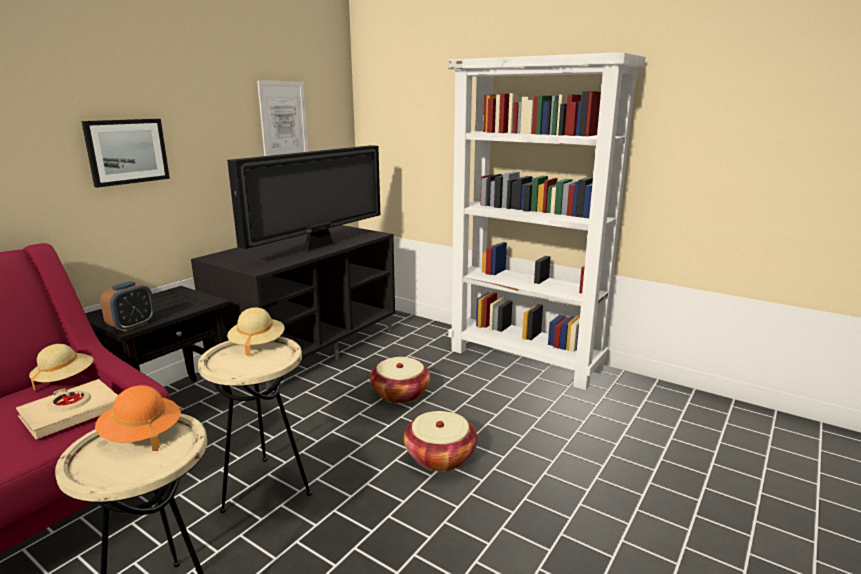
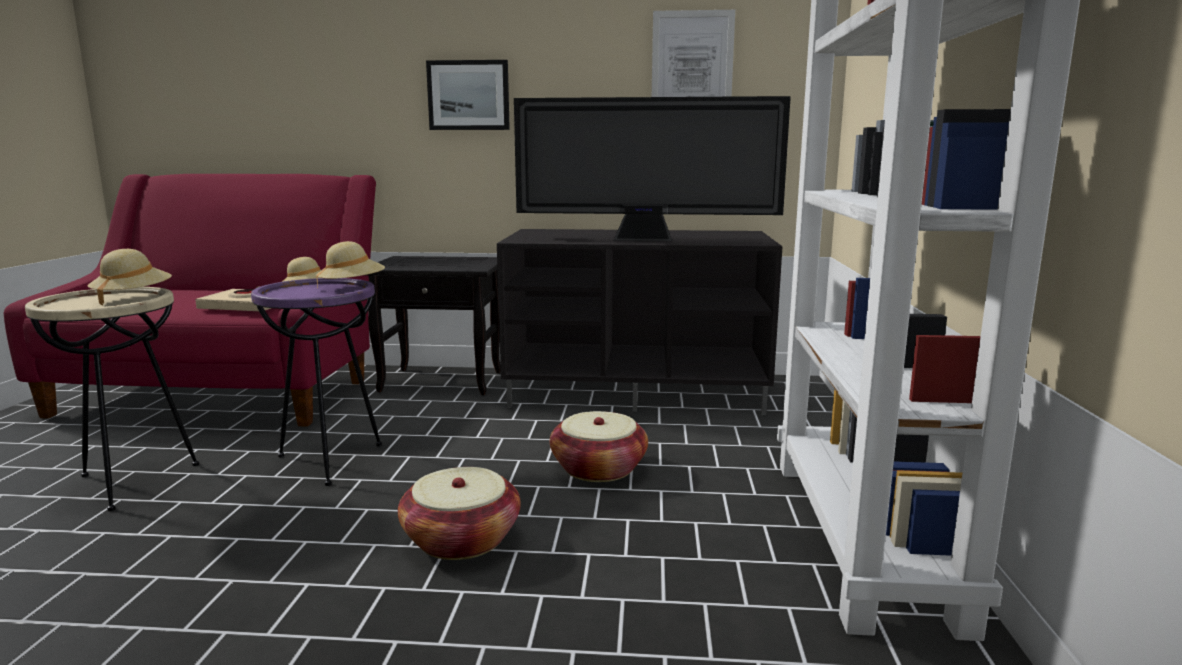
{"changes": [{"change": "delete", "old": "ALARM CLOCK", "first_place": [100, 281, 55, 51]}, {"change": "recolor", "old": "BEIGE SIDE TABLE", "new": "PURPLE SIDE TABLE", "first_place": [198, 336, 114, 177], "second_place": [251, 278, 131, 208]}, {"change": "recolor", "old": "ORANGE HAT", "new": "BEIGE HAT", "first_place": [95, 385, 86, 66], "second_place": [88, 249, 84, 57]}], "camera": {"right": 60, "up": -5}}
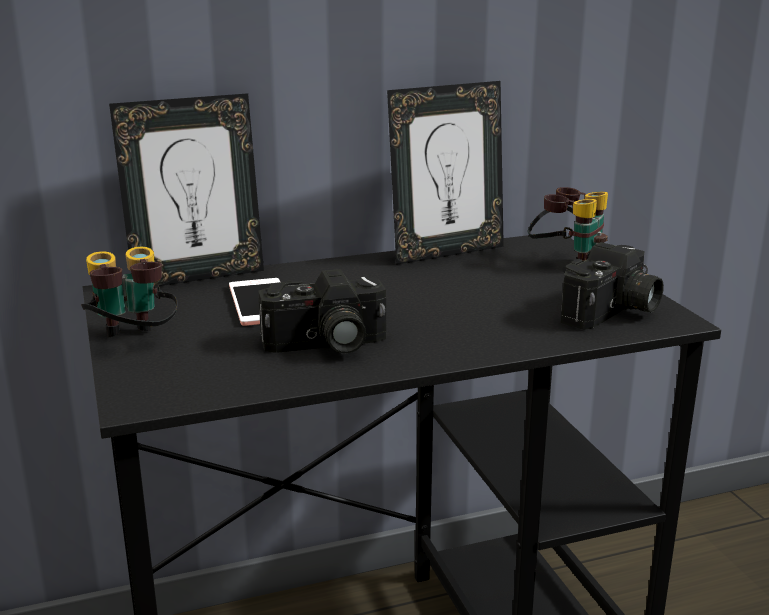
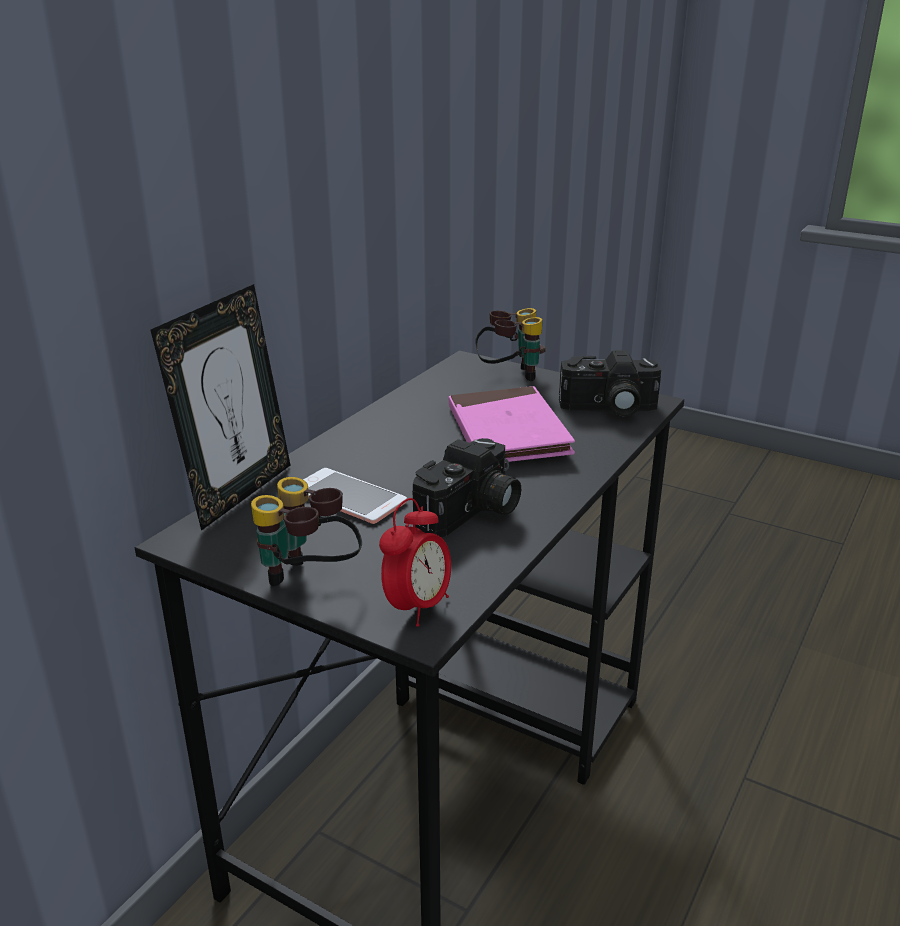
{"changes": [{"change": "delete", "old": "PICTURE FRAME", "first_place": [387, 81, 117, 184]}, {"change": "rotate", "old": "PHOTO CAMERA", "first_place": [561, 242, 103, 88], "second_place": [559, 350, 102, 66], "degrees": 90}, {"change": "insert", "new": "PINK BOOK", "second_place": [449, 386, 126, 76]}, {"change": "insert", "new": "ALARM CLOCK", "second_place": [379, 498, 72, 129]}], "camera": {"right": -40, "up": 5}}
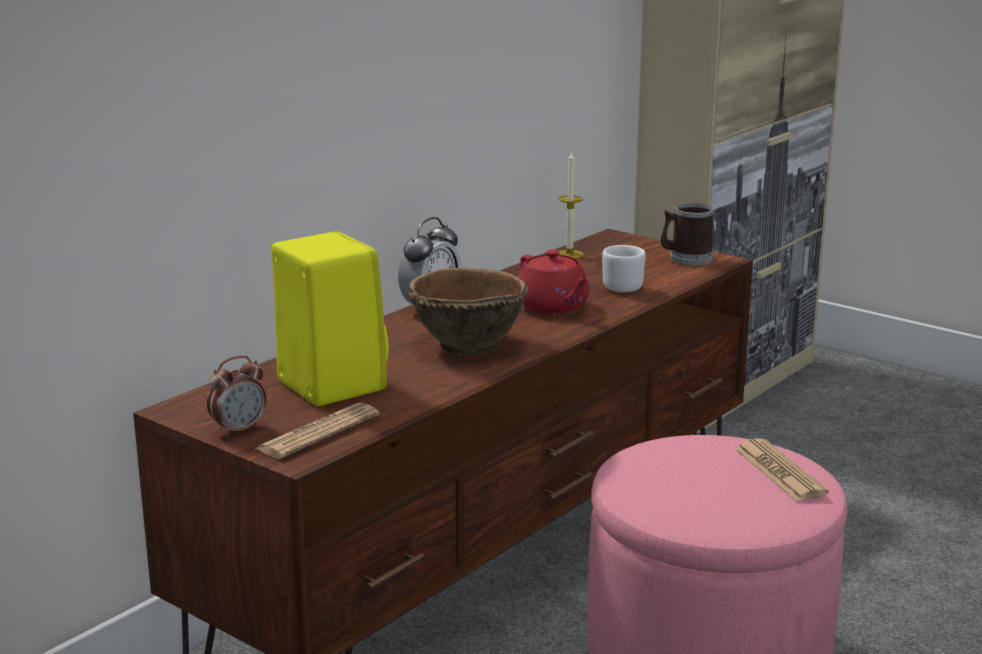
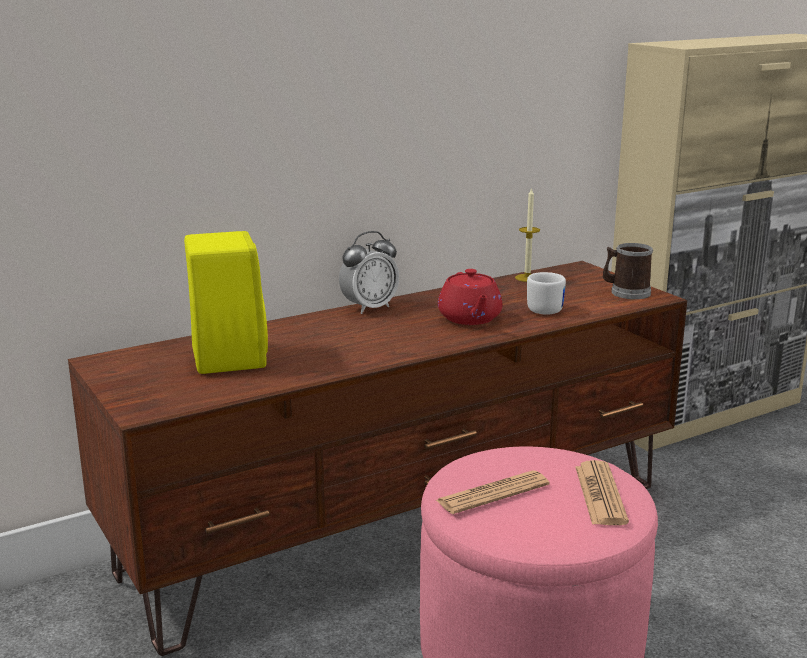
{"changes": [{"change": "delete", "old": "BROWN BOWL", "first_place": [408, 268, 121, 87]}, {"change": "delete", "old": "ALARM CLOCK", "first_place": [207, 356, 59, 81]}, {"change": "move", "old": "NEWSPAPER", "first_place": [255, 402, 124, 57], "second_place": [436, 470, 113, 44]}], "camera": {"right": 20, "up": 0}}
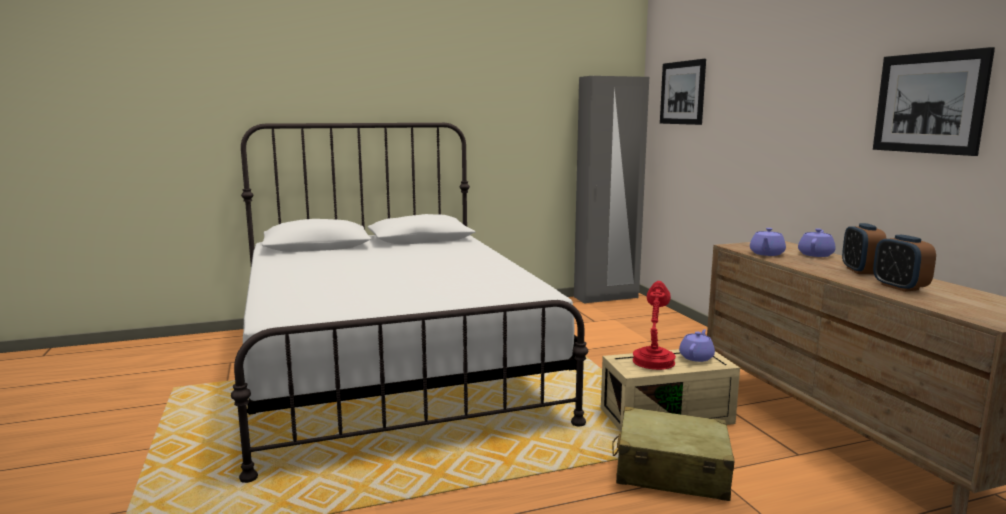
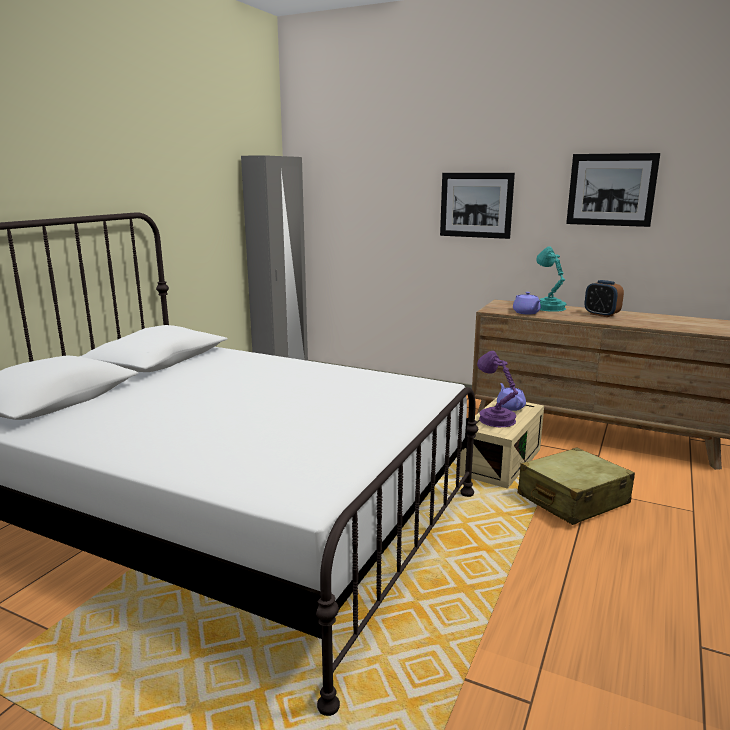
{"changes": [{"change": "move", "old": "PICTURE", "first_place": [660, 59, 46, 66], "second_place": [440, 173, 75, 66]}, {"change": "replace", "old": "PURPLE TEAPOT", "new": "TURQUOISE TABLE LAMP", "first_place": [798, 229, 38, 28], "second_place": [536, 246, 30, 66]}, {"change": "delete", "old": "ALARM CLOCK", "first_place": [873, 235, 63, 57]}, {"change": "recolor", "old": "RED TABLE LAMP", "new": "PURPLE TABLE LAMP", "first_place": [633, 281, 43, 89], "second_place": [477, 351, 41, 76]}], "camera": {"right": -45, "up": 5}}
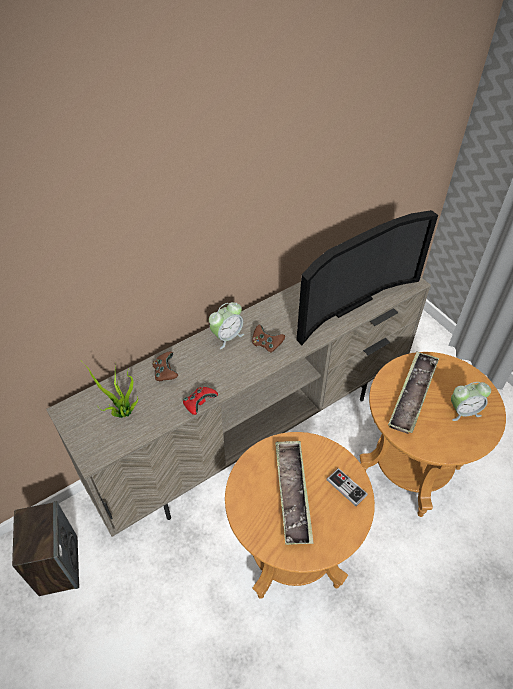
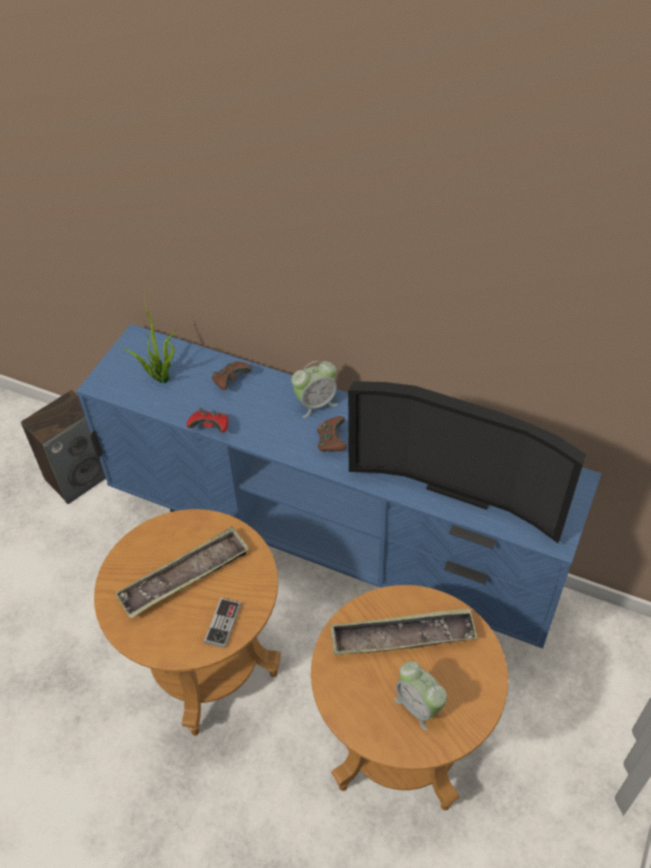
{"changes": [{"change": "recolor", "old": "BEIGE TV STAND", "new": "BLUE TV STAND", "first_place": [46, 277, 385, 260], "second_place": [76, 324, 525, 325]}, {"change": "rotate", "old": "ALARM CLOCK", "first_place": [209, 302, 35, 47], "second_place": [291, 361, 47, 57], "degrees": -45}], "camera": {"right": 60, "up": 0}}
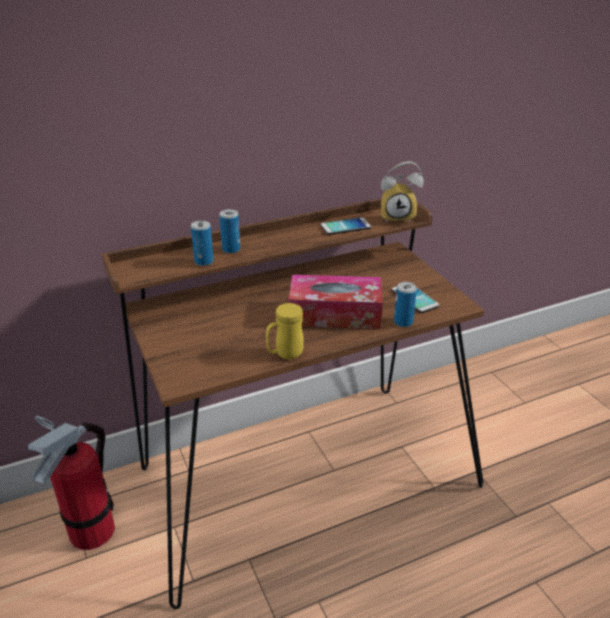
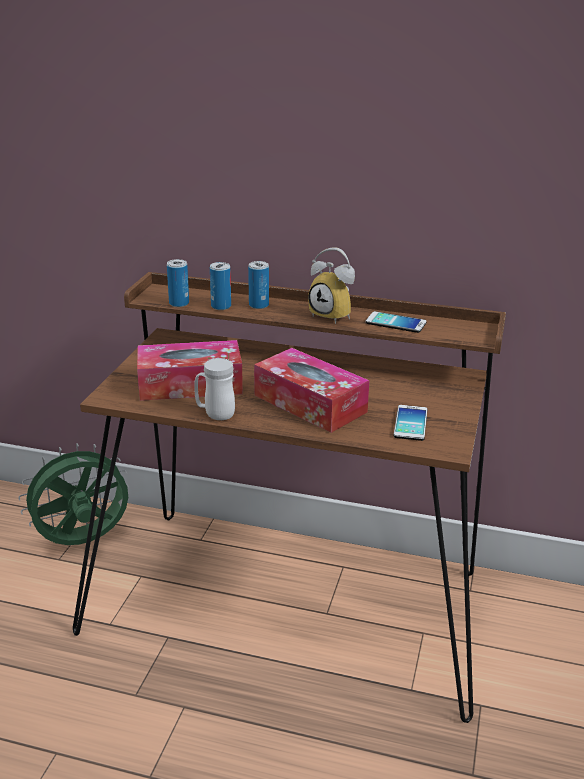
{"changes": [{"change": "move", "old": "ALARM CLOCK", "first_place": [381, 161, 43, 62], "second_place": [308, 247, 47, 77]}, {"change": "move", "old": "CAN", "first_place": [394, 282, 23, 45], "second_place": [167, 259, 22, 48]}, {"change": "recolor", "old": "YELLOW MUG", "new": "WHITE MUG", "first_place": [266, 303, 38, 56], "second_place": [194, 358, 41, 62]}, {"change": "replace", "old": "FIRE EXTINGUISHER", "new": "GREEN FAN", "first_place": [28, 415, 87, 135], "second_place": [18, 443, 111, 102]}, {"change": "insert", "new": "TISSUE BOX", "second_place": [137, 340, 106, 61]}], "camera": {"right": 40, "up": -5}}
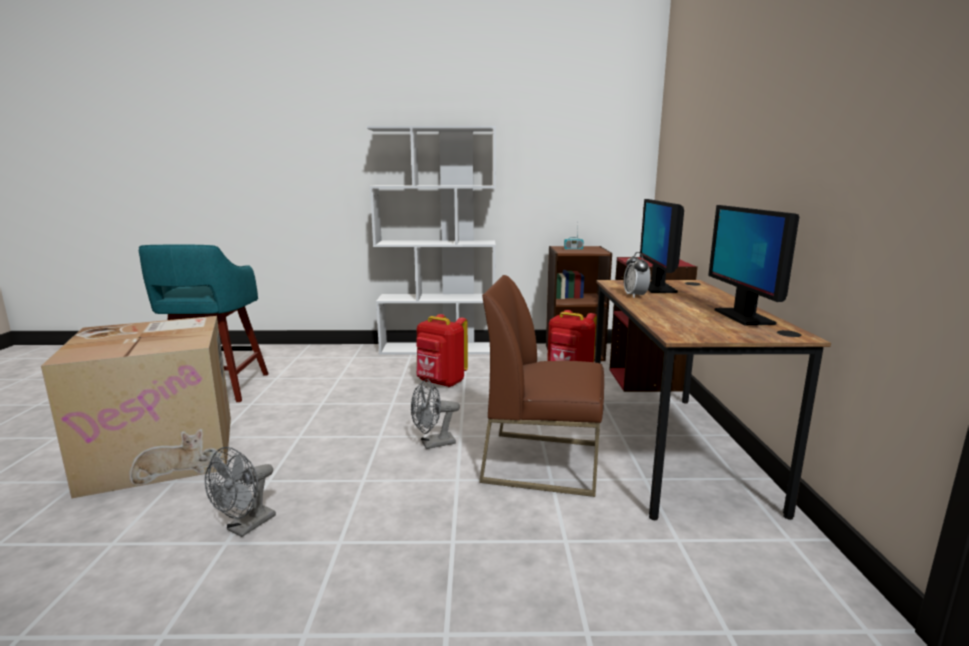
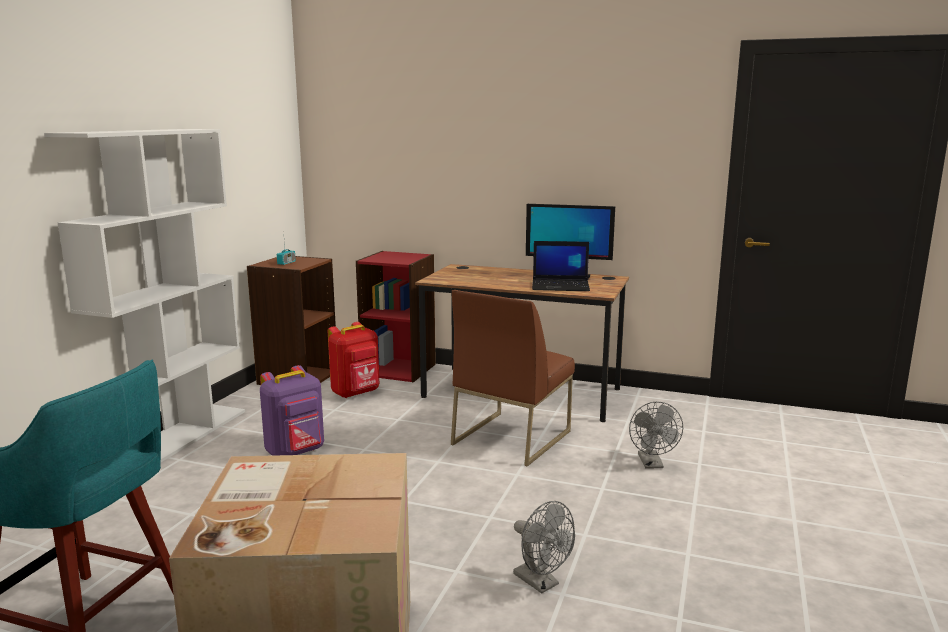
{"changes": [{"change": "delete", "old": "MONITOR", "first_place": [640, 199, 44, 94]}, {"change": "delete", "old": "ALARM CLOCK", "first_place": [624, 252, 26, 46]}, {"change": "recolor", "old": "RED BACKPACK", "new": "PURPLE BACKPACK", "first_place": [416, 314, 52, 73], "second_place": [260, 365, 64, 91]}, {"change": "move", "old": "GREY FAN", "first_place": [411, 379, 49, 70], "second_place": [629, 401, 54, 67]}, {"change": "insert", "new": "LAPTOP", "second_place": [532, 241, 58, 50]}], "camera": {"right": -70, "up": 0}}
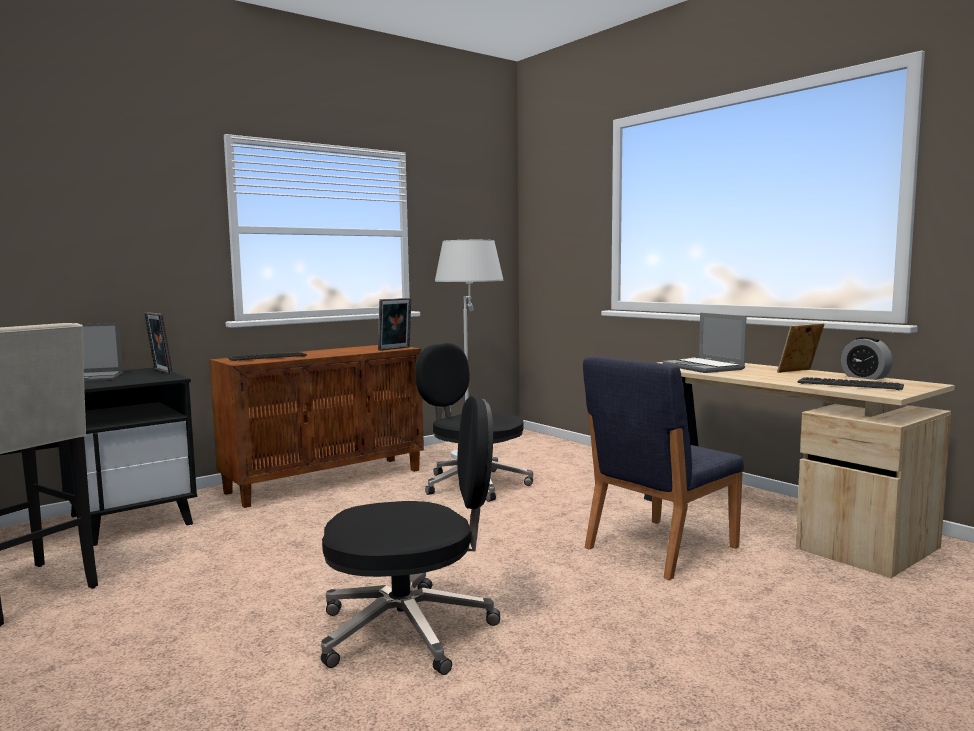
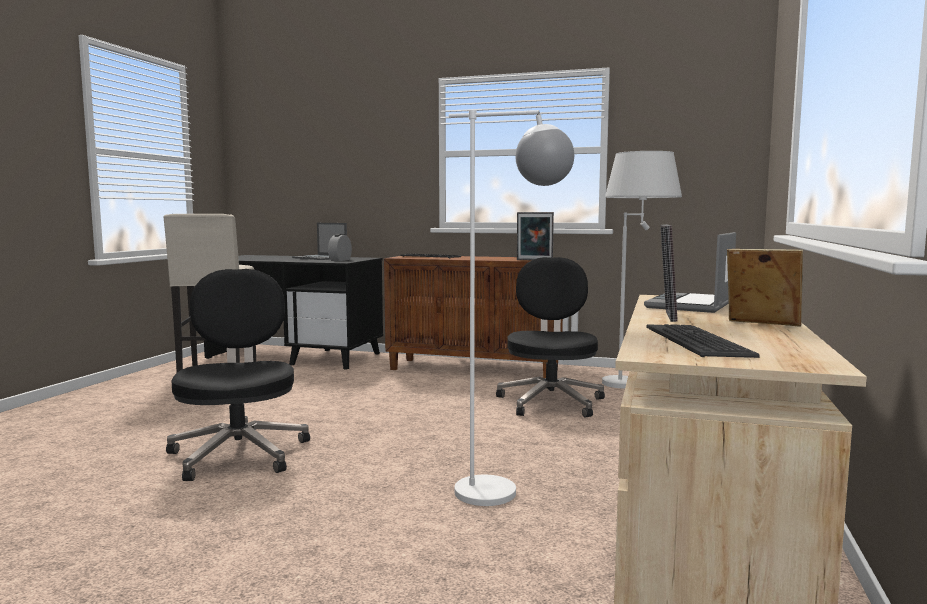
{"changes": [{"change": "move", "old": "PICTURE FRAME", "first_place": [144, 312, 29, 62], "second_place": [660, 224, 18, 98]}, {"change": "move", "old": "ALARM CLOCK", "first_place": [841, 336, 52, 44], "second_place": [328, 234, 24, 27]}, {"change": "replace", "old": "BLUE CHAIR", "new": "WHITE FLOOR LAMP", "first_place": [583, 357, 161, 223], "second_place": [449, 110, 125, 396]}, {"change": "rotate", "old": "BLACK OFFICE CHAIR", "first_place": [321, 396, 179, 279], "second_place": [166, 269, 144, 212], "degrees": -150}], "camera": {"right": 55, "up": 0}}
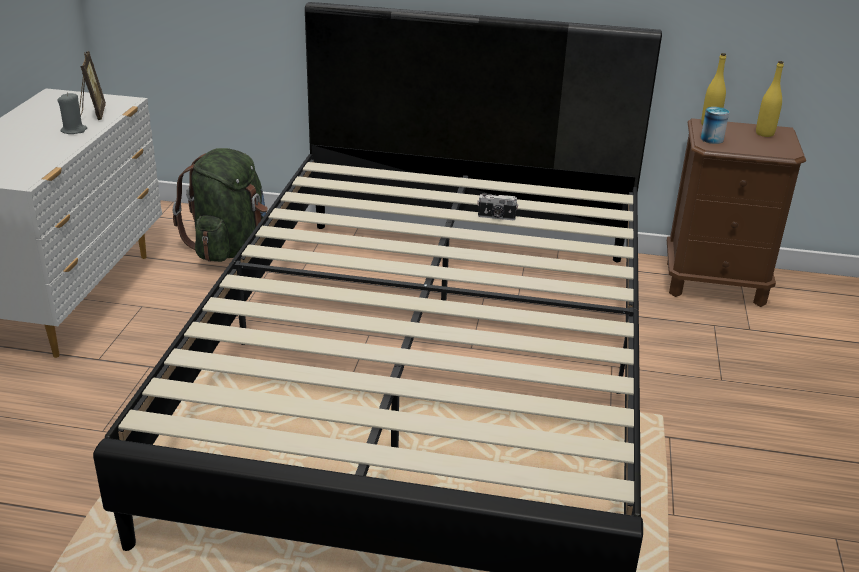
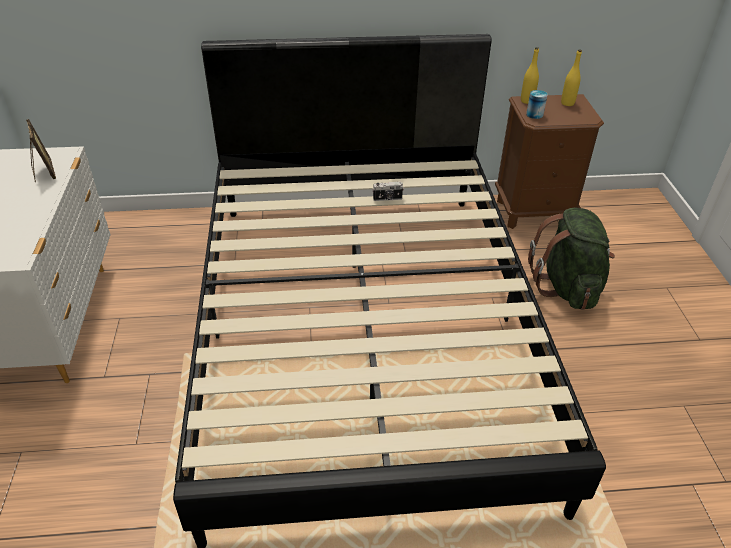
{"changes": [{"change": "delete", "old": "GREY CANDLE", "first_place": [57, 92, 30, 42]}, {"change": "move", "old": "GREEN BACKPACK", "first_place": [173, 148, 95, 114], "second_place": [528, 208, 87, 102]}], "camera": {"right": -15, "up": 10}}
